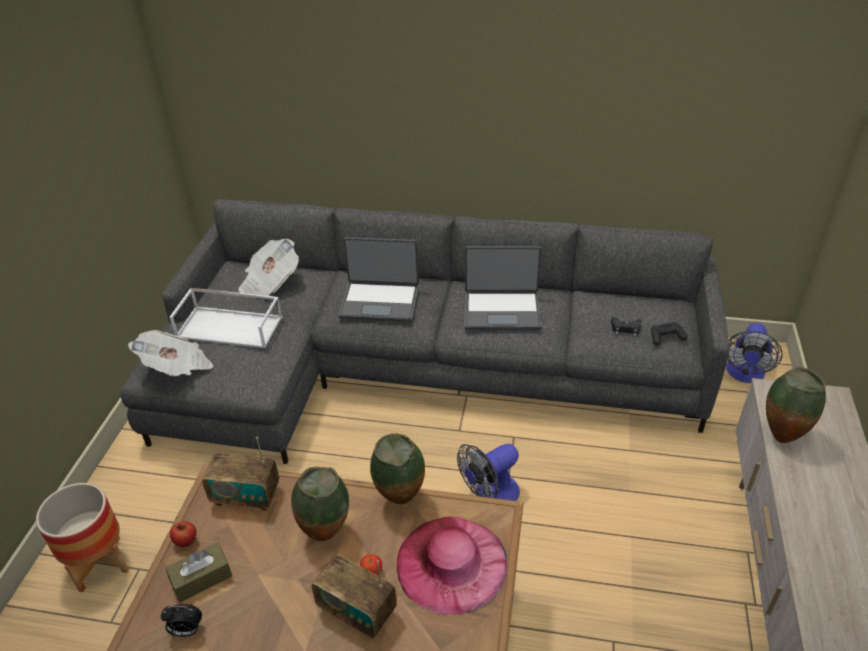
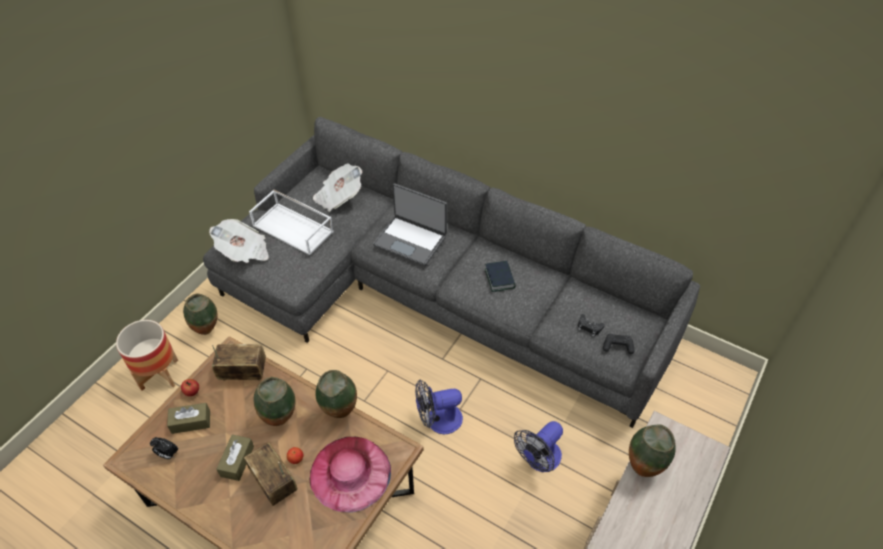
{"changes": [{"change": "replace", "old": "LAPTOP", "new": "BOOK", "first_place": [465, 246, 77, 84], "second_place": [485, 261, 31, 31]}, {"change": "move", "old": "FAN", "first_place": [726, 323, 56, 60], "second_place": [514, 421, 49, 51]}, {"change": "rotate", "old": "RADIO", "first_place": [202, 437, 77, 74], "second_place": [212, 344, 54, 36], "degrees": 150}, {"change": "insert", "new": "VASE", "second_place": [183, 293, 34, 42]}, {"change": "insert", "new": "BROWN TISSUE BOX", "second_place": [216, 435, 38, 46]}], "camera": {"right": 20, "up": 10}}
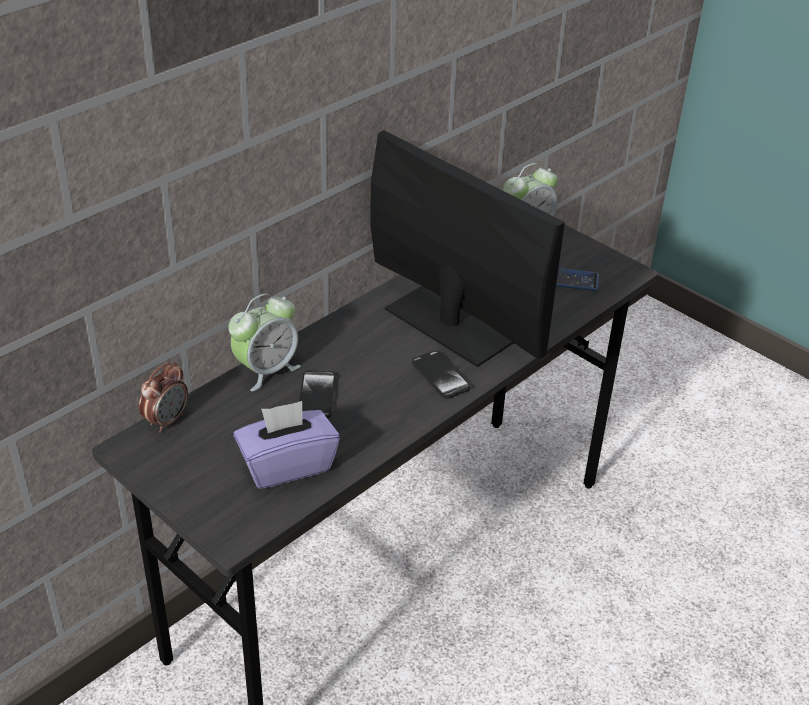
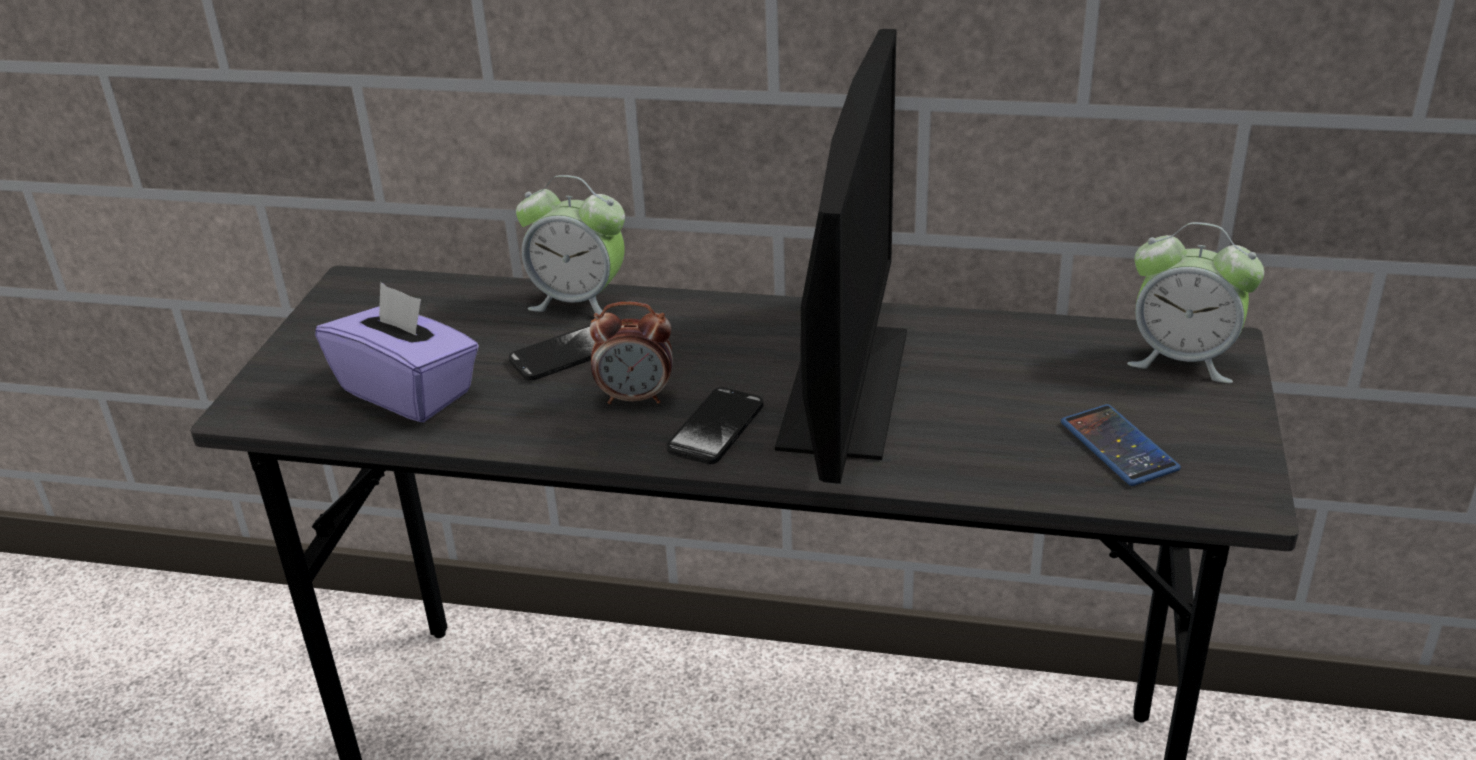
{"changes": [{"change": "move", "old": "ALARM CLOCK", "first_place": [139, 362, 49, 71], "second_place": [589, 302, 84, 102]}], "camera": {"right": 60, "up": -5}}
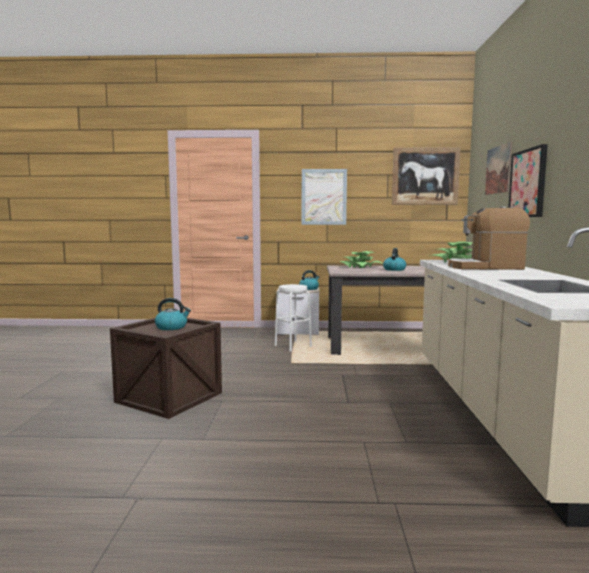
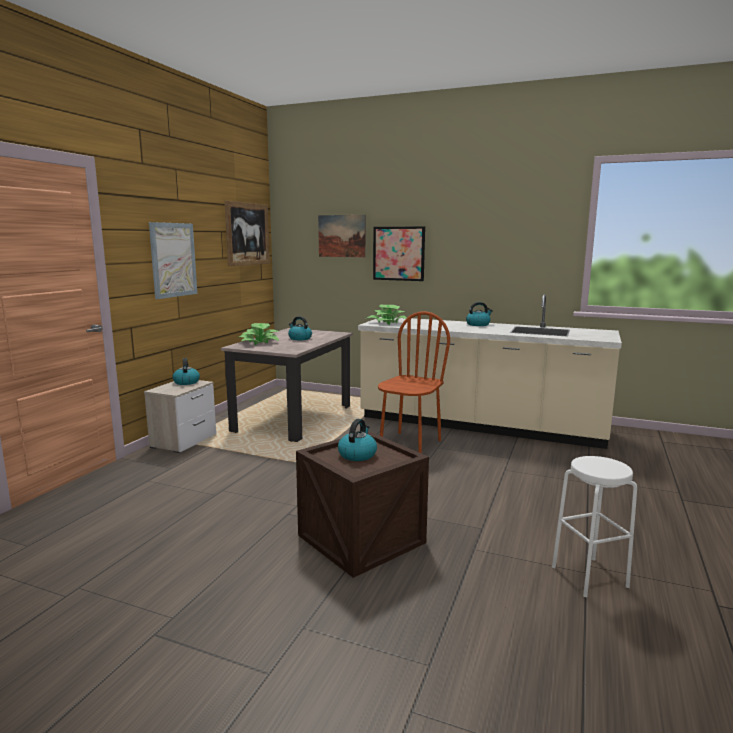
{"changes": [{"change": "delete", "old": "COFFEE MACHINE", "first_place": [448, 206, 82, 64]}, {"change": "move", "old": "WHITE STOOL", "first_place": [275, 284, 37, 68], "second_place": [552, 456, 85, 141]}, {"change": "insert", "new": "KETTLE", "second_place": [466, 302, 27, 24]}, {"change": "insert", "new": "BROWN CHAIR", "second_place": [378, 311, 72, 143]}], "camera": {"right": -70, "up": 5}}
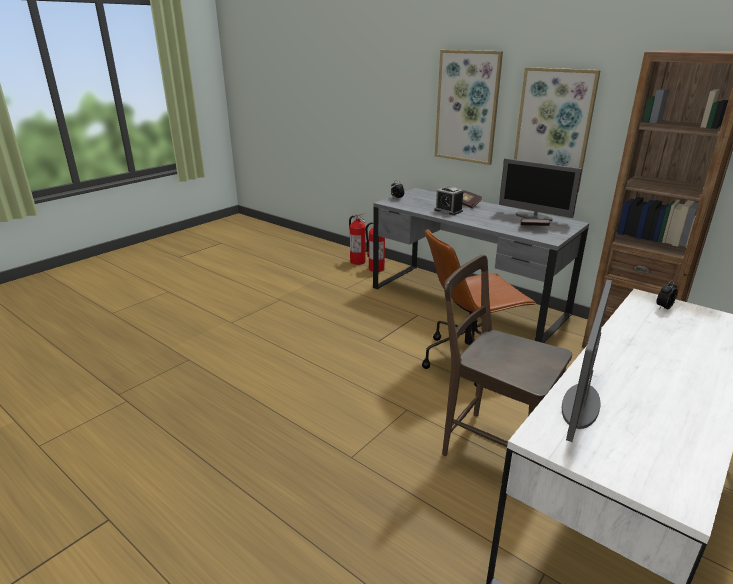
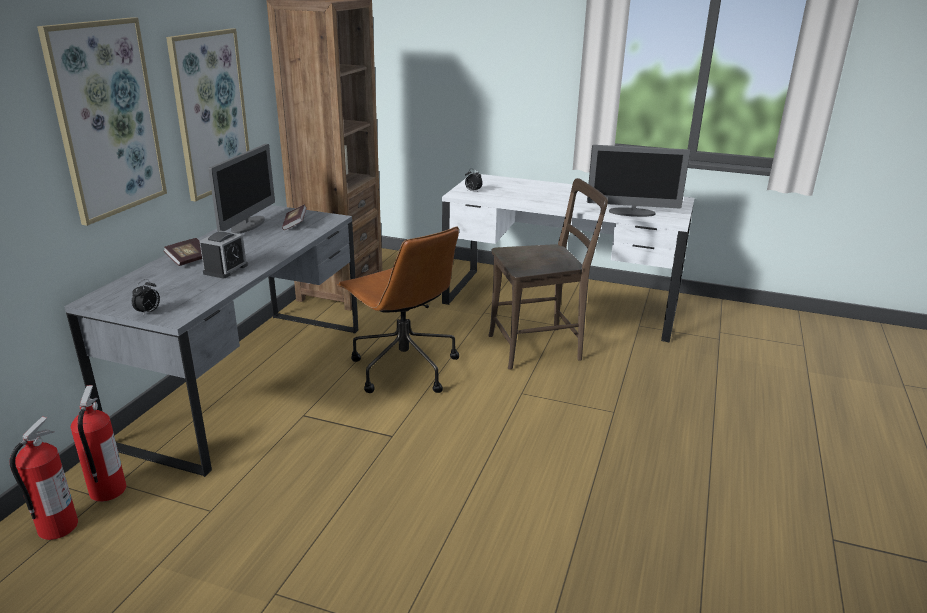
{"changes": [{"change": "rotate", "old": "BROWN CHAIR", "first_place": [442, 255, 130, 201], "second_place": [488, 178, 120, 192], "degrees": -120}], "camera": {"right": -110, "up": 0}}
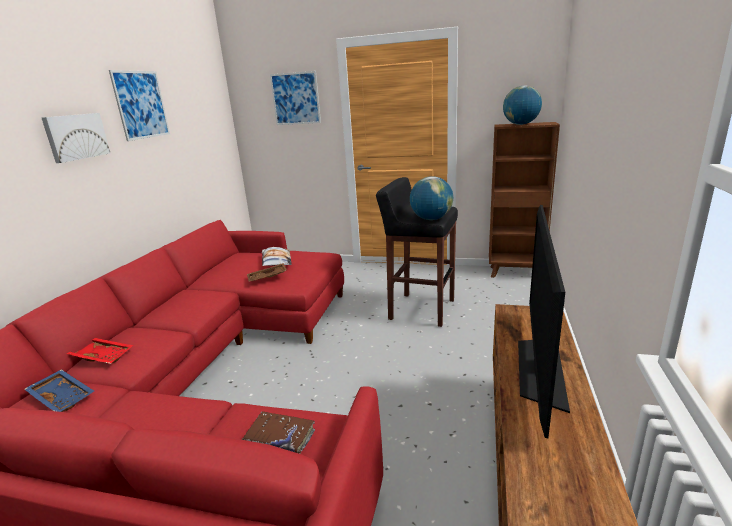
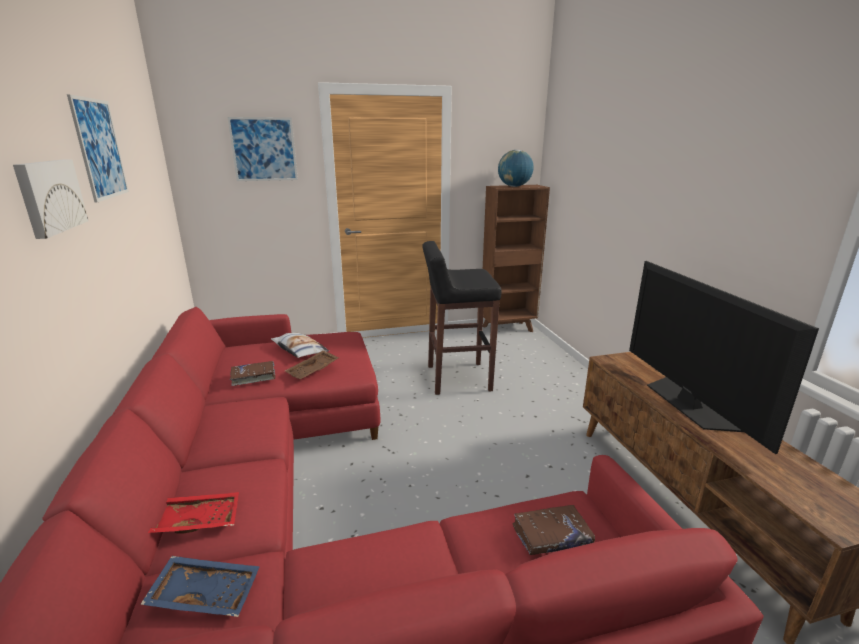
{"changes": [{"change": "delete", "old": "GLOBE", "first_place": [410, 176, 43, 44]}, {"change": "insert", "new": "BROWN BOOK", "second_place": [230, 361, 45, 25]}], "camera": {"right": -30, "up": 0}}
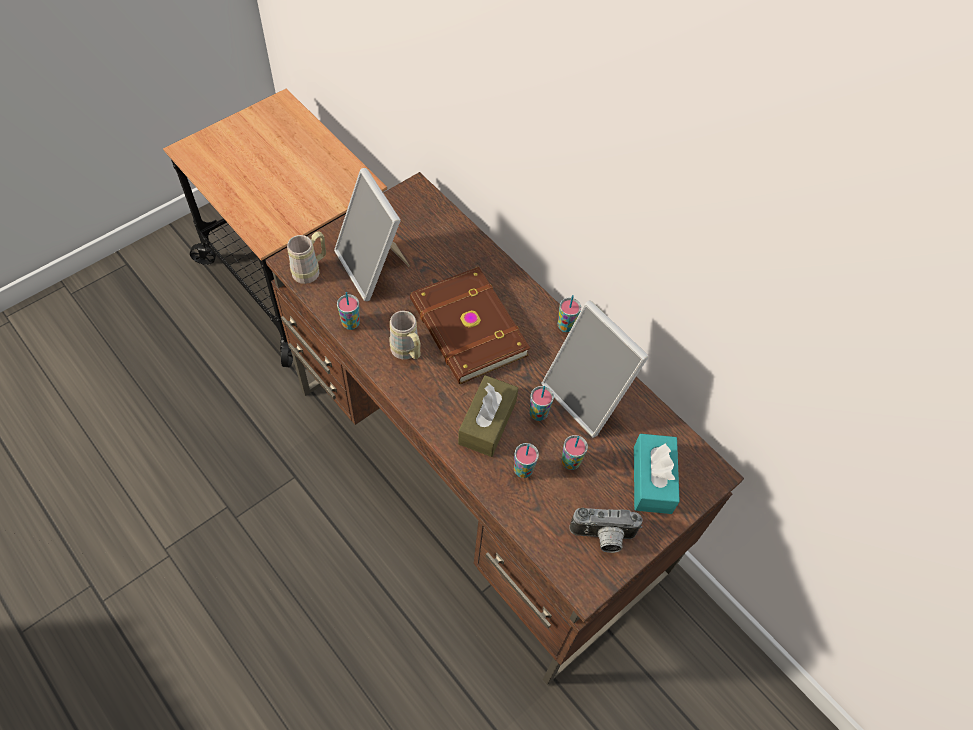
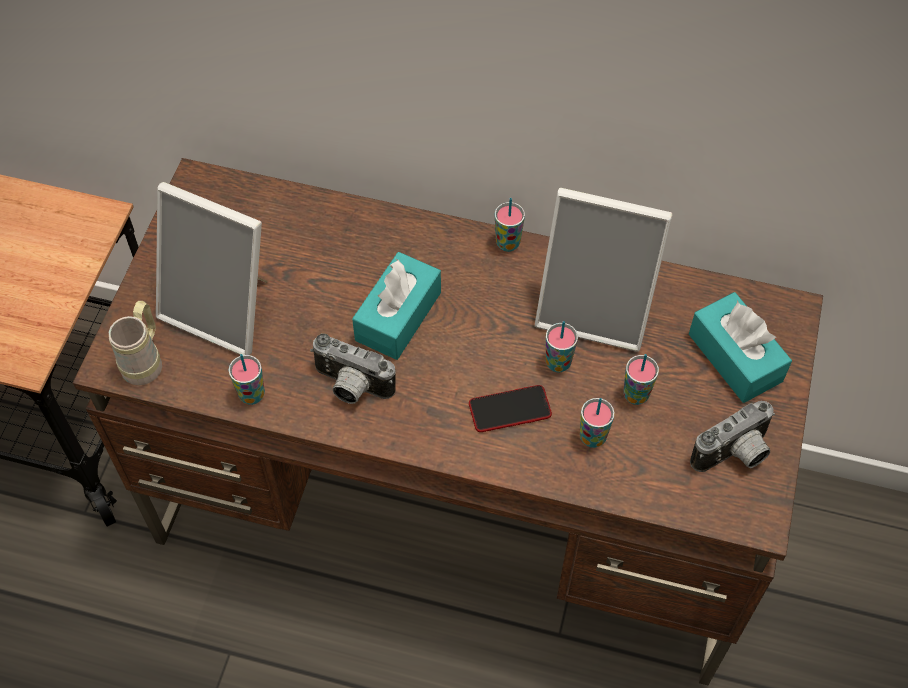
{"changes": [{"change": "replace", "old": "BROWN BOOK", "new": "TURQUOISE TISSUE BOX", "first_place": [410, 267, 120, 117], "second_place": [352, 252, 89, 108]}, {"change": "replace", "old": "BEIGE MUG", "new": "PHOTO CAMERA", "first_place": [389, 311, 32, 49], "second_place": [310, 333, 86, 71]}, {"change": "replace", "old": "BROWN TISSUE BOX", "new": "PHONE", "first_place": [458, 375, 60, 82], "second_place": [469, 385, 83, 47]}], "camera": {"right": -30, "up": 0}}
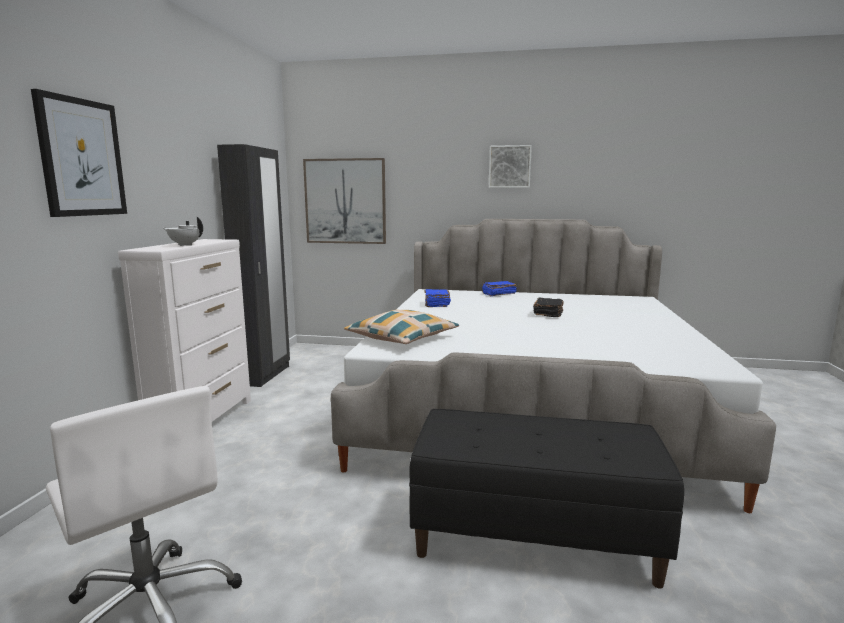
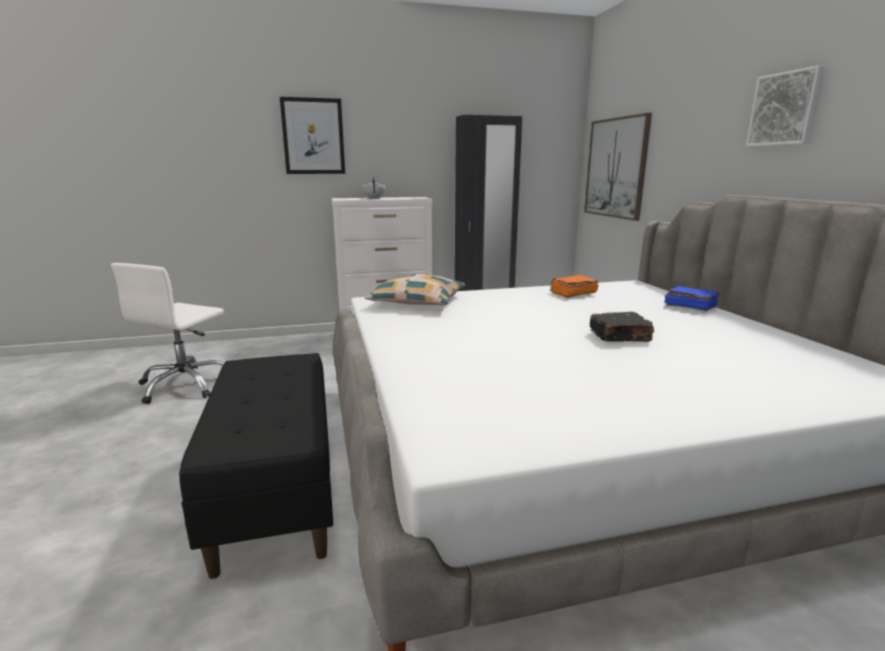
{"changes": [{"change": "recolor", "old": "BLUE BOOK", "new": "ORANGE BOOK", "first_place": [424, 289, 27, 18], "second_place": [551, 275, 48, 23]}], "camera": {"right": 65, "up": 5}}
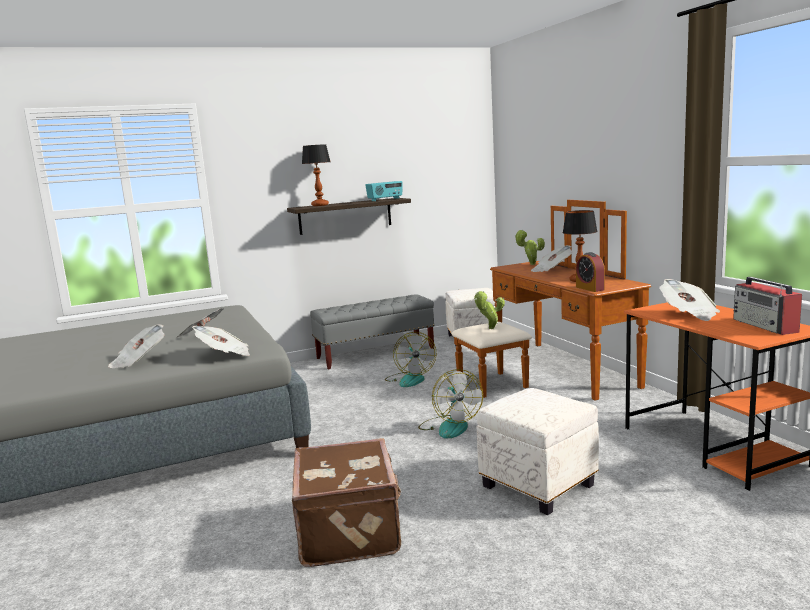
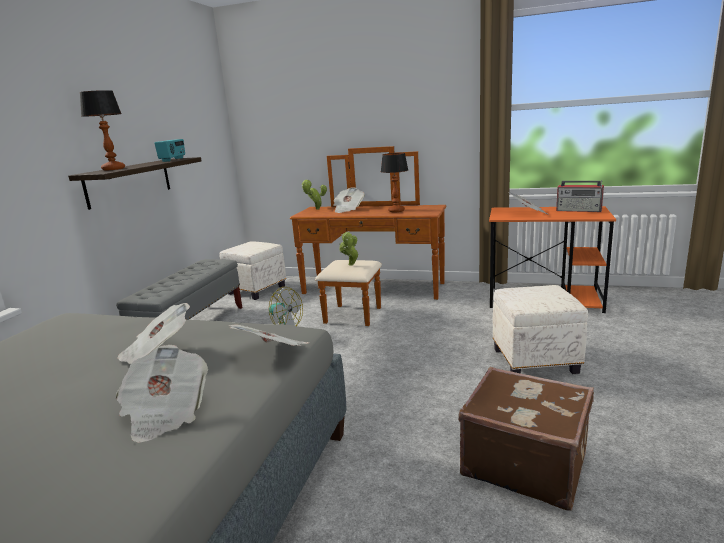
{"changes": [{"change": "delete", "old": "ALARM CLOCK", "first_place": [576, 252, 29, 40]}, {"change": "delete", "old": "FAN", "first_place": [418, 369, 65, 70]}], "camera": {"right": -50, "up": 5}}
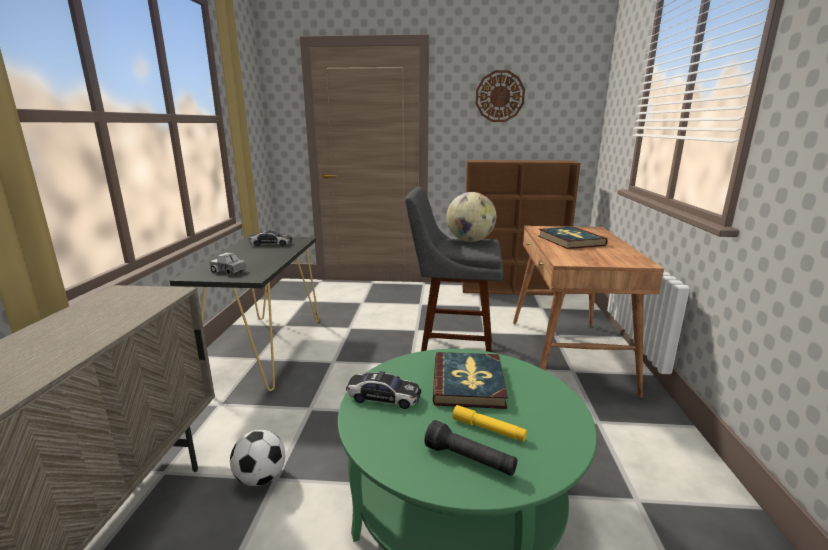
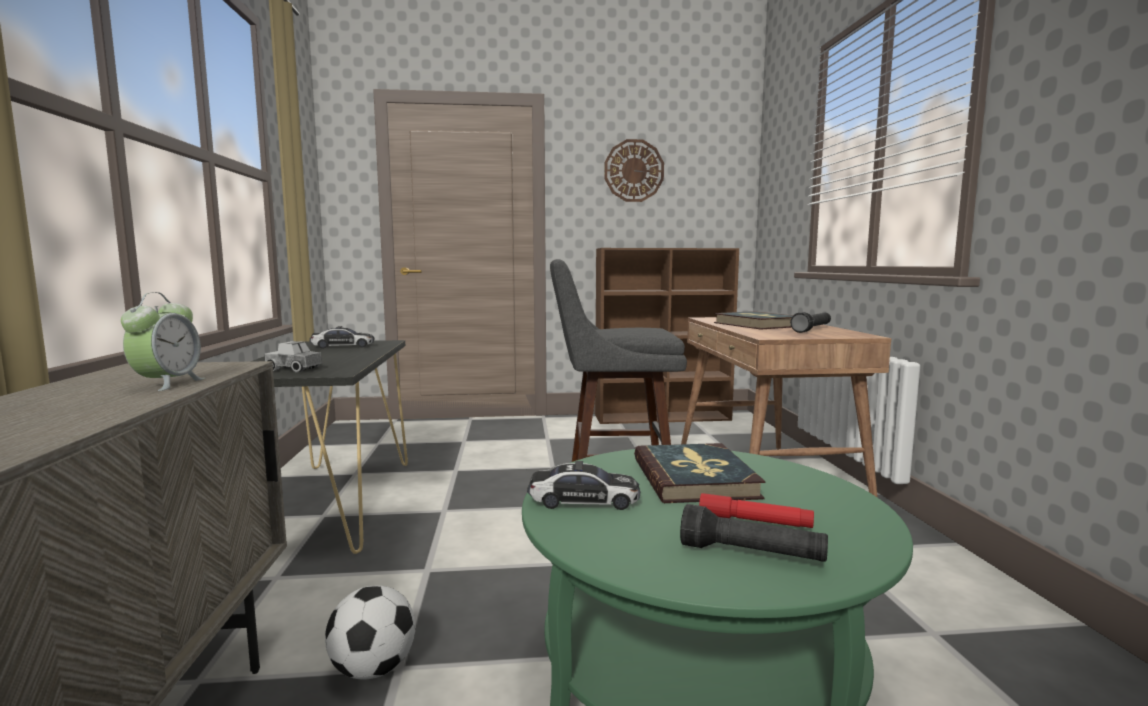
{"changes": [{"change": "delete", "old": "GLOBE", "first_place": [446, 192, 50, 50]}, {"change": "recolor", "old": "YELLOW FLASHLIGHT", "new": "RED FLASHLIGHT", "first_place": [452, 405, 75, 37], "second_place": [699, 493, 115, 35]}, {"change": "insert", "new": "ALARM CLOCK", "second_place": [121, 292, 84, 99]}, {"change": "insert", "new": "BLACK FLASHLIGHT", "second_place": [790, 312, 41, 21]}], "camera": {"right": -10, "up": -10}}
